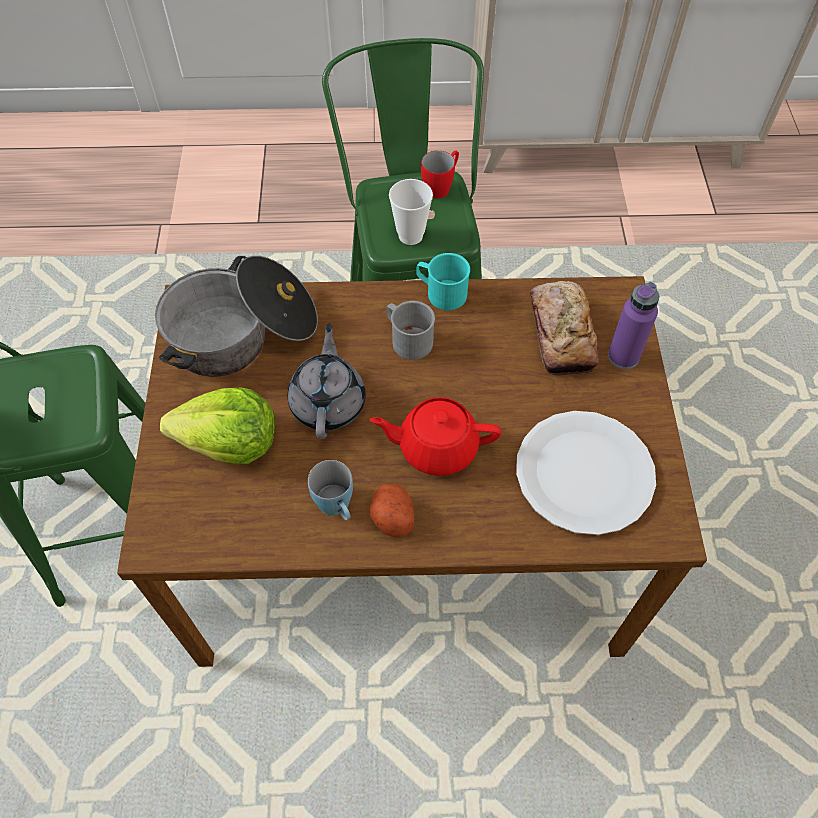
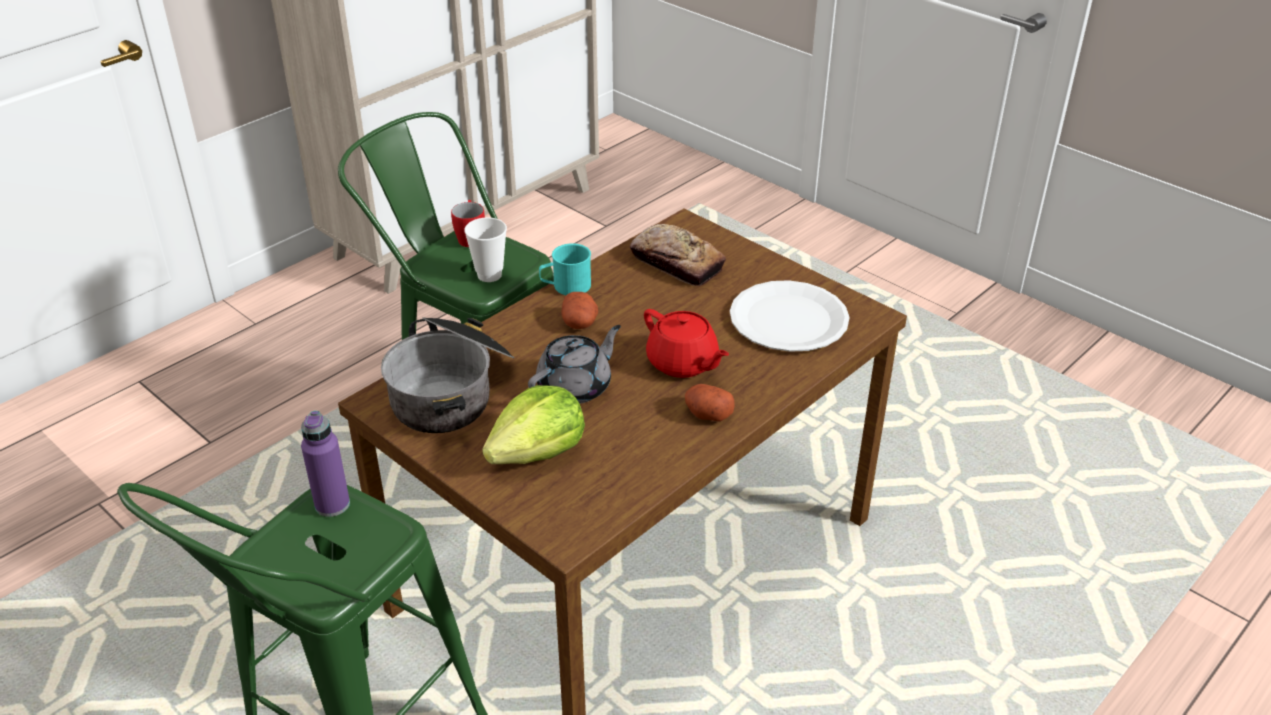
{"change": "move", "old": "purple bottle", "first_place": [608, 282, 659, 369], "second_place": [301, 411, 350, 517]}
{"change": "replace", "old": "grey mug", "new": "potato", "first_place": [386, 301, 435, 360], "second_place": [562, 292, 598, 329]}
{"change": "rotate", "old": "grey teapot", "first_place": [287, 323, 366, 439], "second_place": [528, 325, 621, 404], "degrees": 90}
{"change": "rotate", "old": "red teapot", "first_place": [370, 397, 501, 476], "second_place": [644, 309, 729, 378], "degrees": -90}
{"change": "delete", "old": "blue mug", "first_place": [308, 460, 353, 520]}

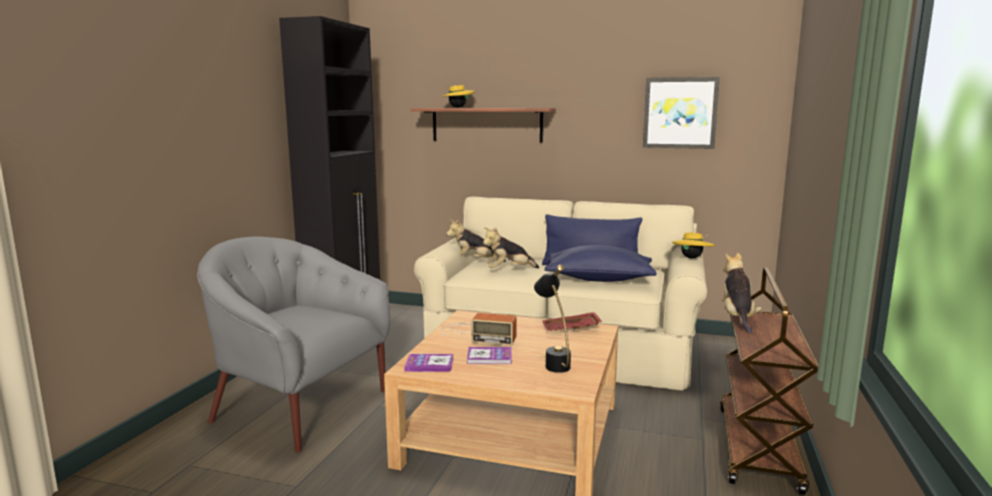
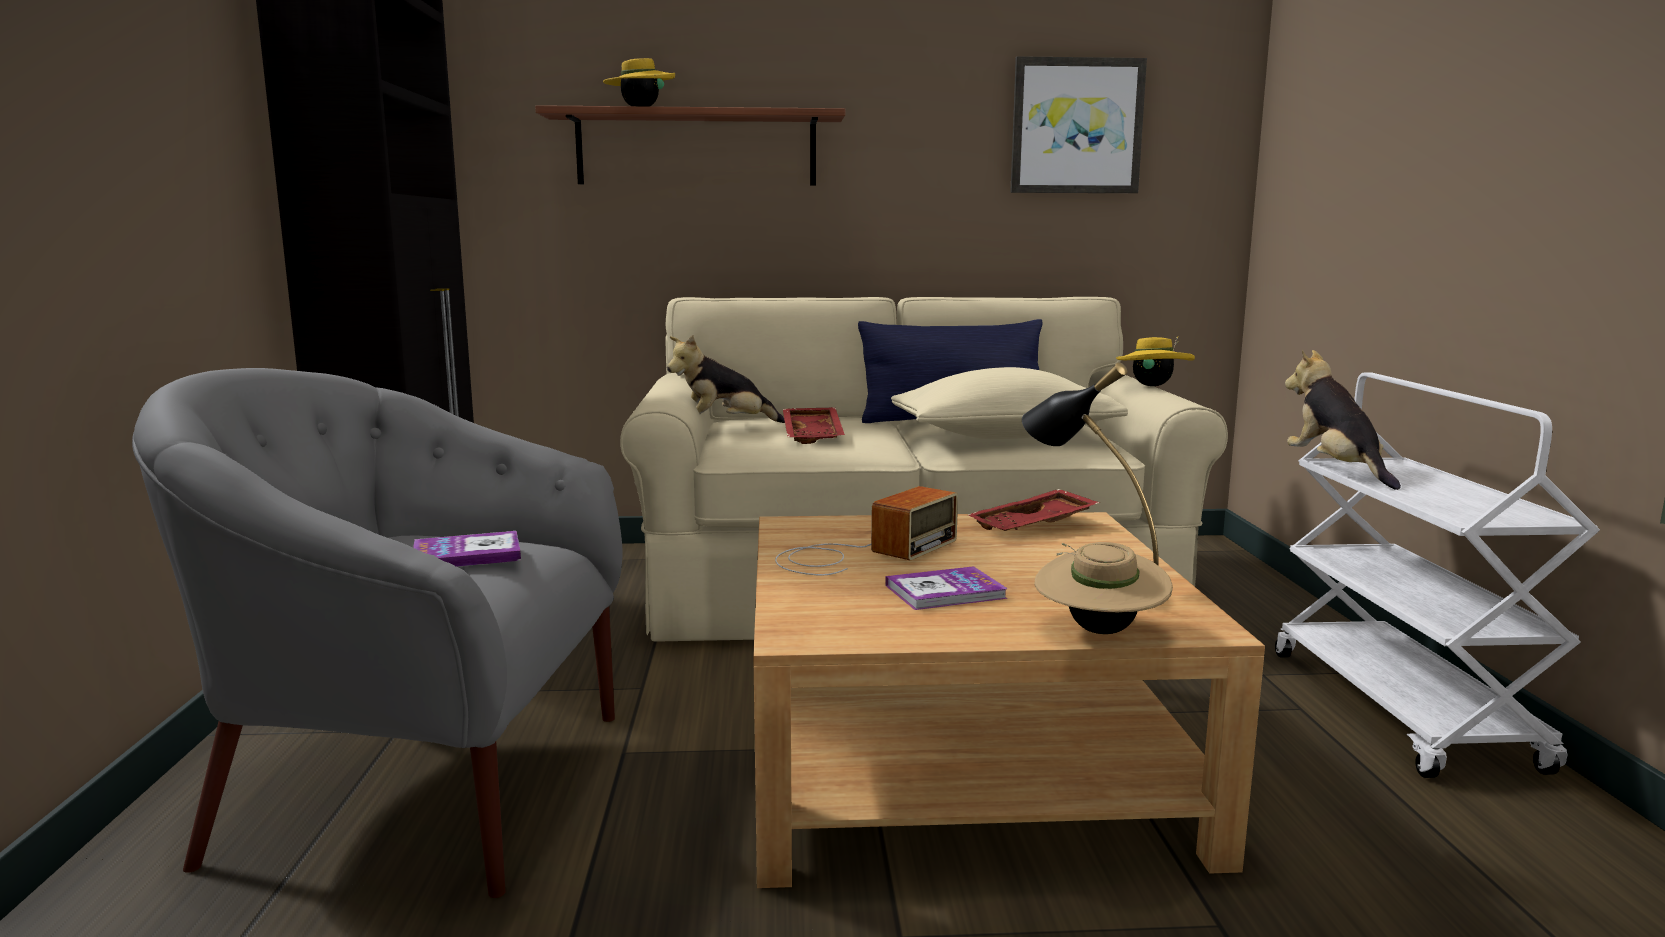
{"change": "replace", "old": "plush toy", "new": "red tray", "first_place": [483, 227, 539, 268], "second_place": [783, 407, 845, 444]}
{"change": "recolor", "old": "blue pillow", "new": "beige pillow", "first_place": [545, 245, 657, 282], "second_place": [891, 367, 1128, 439]}
{"change": "recolor", "old": "brown cart", "new": "white cart", "first_place": [720, 267, 818, 495], "second_place": [1275, 372, 1600, 778]}
{"change": "rotate", "old": "radio", "first_place": [441, 313, 517, 346], "second_place": [775, 486, 958, 576], "degrees": -45}
{"change": "move", "old": "book", "first_place": [404, 354, 454, 372], "second_place": [413, 531, 521, 567]}
{"change": "insert", "new": "beige hat", "second_place": [1035, 542, 1173, 634]}

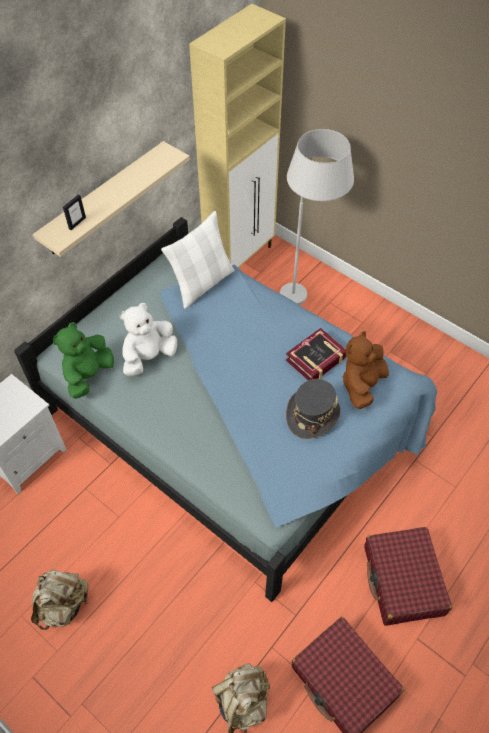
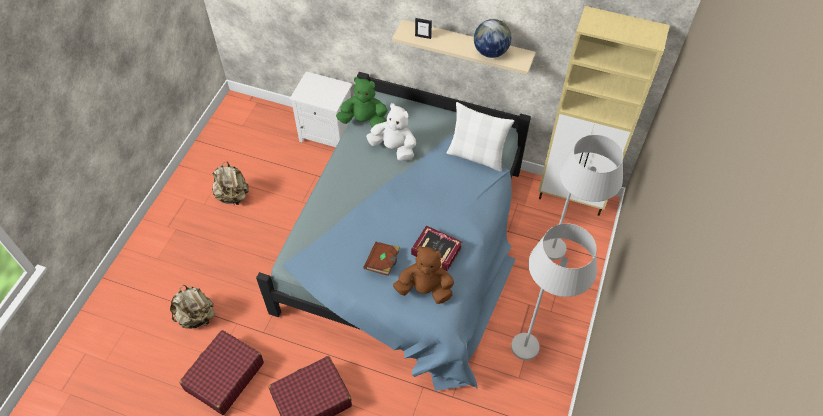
{"change": "replace", "old": "grey hat", "new": "brown book", "first_place": [286, 379, 341, 439], "second_place": [363, 242, 400, 276]}
{"change": "insert", "new": "globe", "second_place": [474, 19, 511, 58]}
{"change": "insert", "new": "white floor lamp", "second_place": [511, 223, 597, 360]}

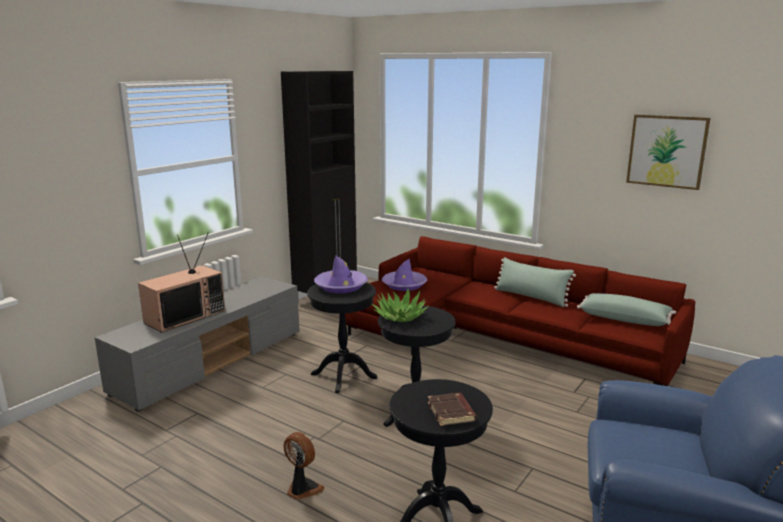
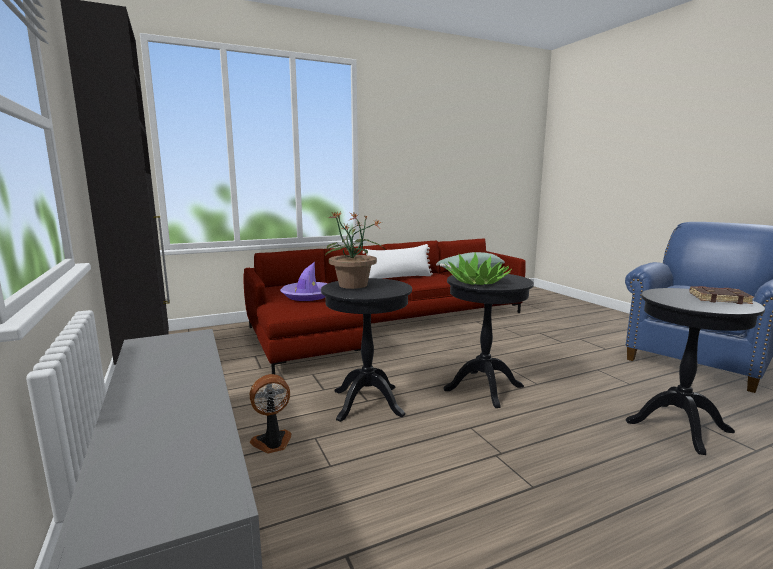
{"change": "delete", "old": "picture", "first_place": [626, 115, 711, 190]}
{"change": "delete", "old": "television", "first_place": [138, 234, 225, 333]}
{"change": "replace", "old": "purple hat", "new": "potted plant", "first_place": [314, 255, 368, 293], "second_place": [325, 211, 385, 289]}
{"change": "recolor", "old": "green pillow", "new": "white pillow", "first_place": [494, 257, 576, 307], "second_place": [362, 244, 433, 279]}
{"change": "move", "old": "fan", "first_place": [283, 432, 325, 500], "second_place": [250, 374, 292, 453]}

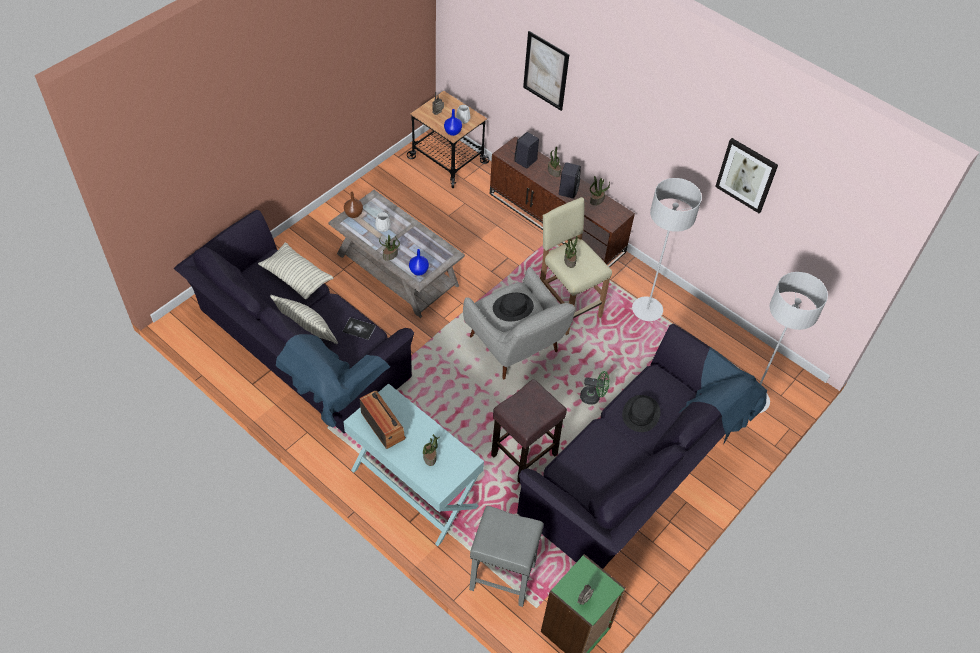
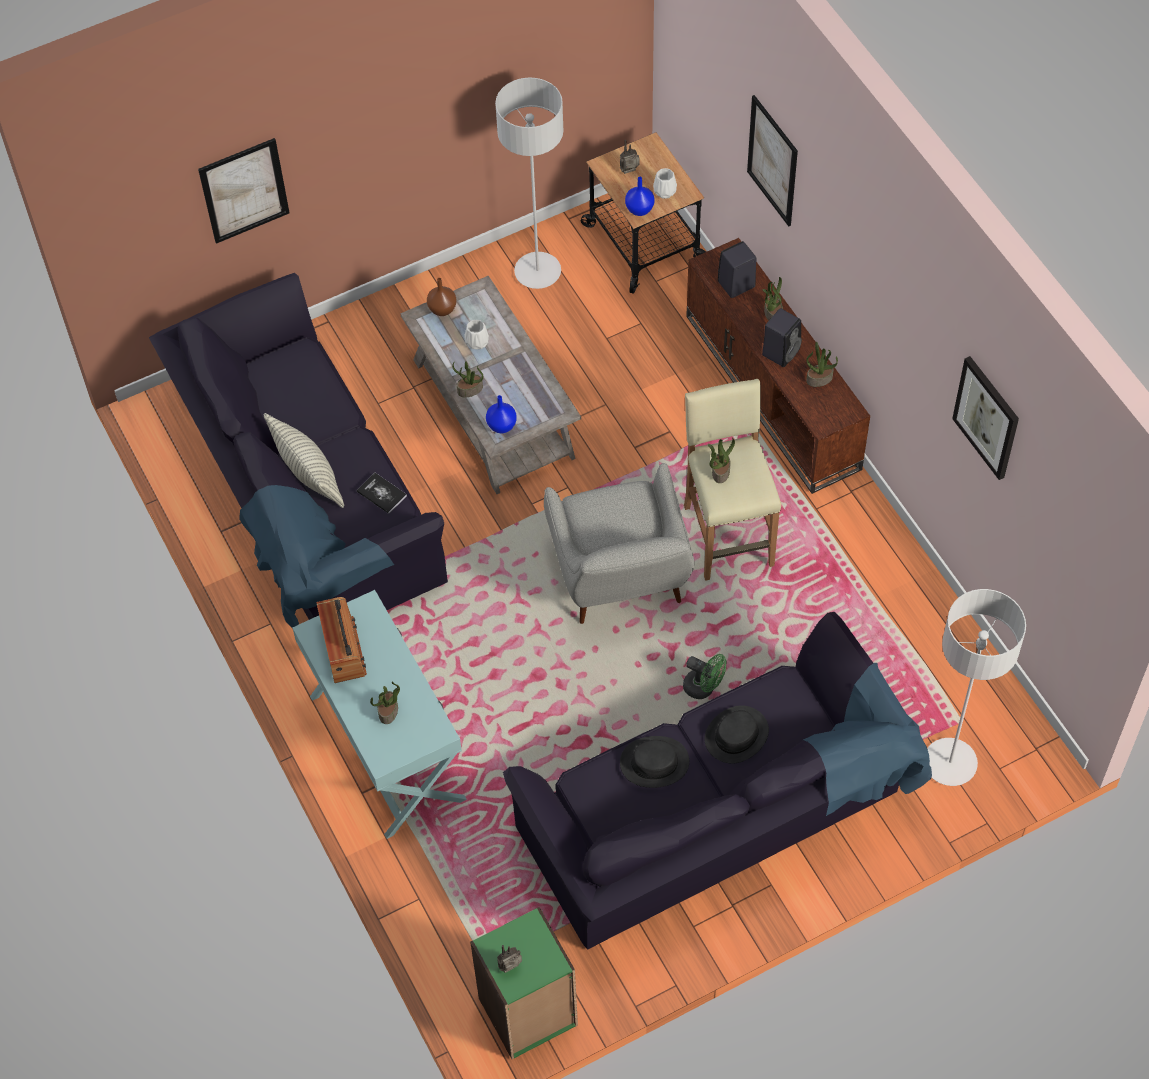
{"change": "move", "old": "grey floor lamp", "first_place": [632, 178, 702, 321], "second_place": [495, 78, 564, 289]}
{"change": "delete", "old": "pillow", "first_place": [258, 242, 334, 300]}
{"change": "move", "old": "black hat", "first_place": [493, 293, 534, 321], "second_place": [620, 736, 689, 788]}
{"change": "delete", "old": "brown stool", "first_place": [491, 379, 567, 483]}
{"change": "delete", "old": "grey stool", "first_place": [469, 506, 544, 607]}
{"change": "insert", "new": "picture", "second_place": [198, 138, 290, 244]}

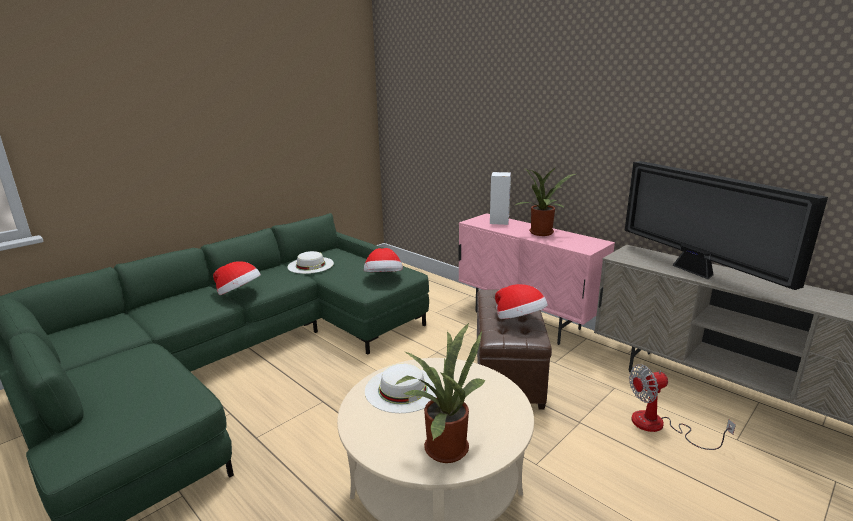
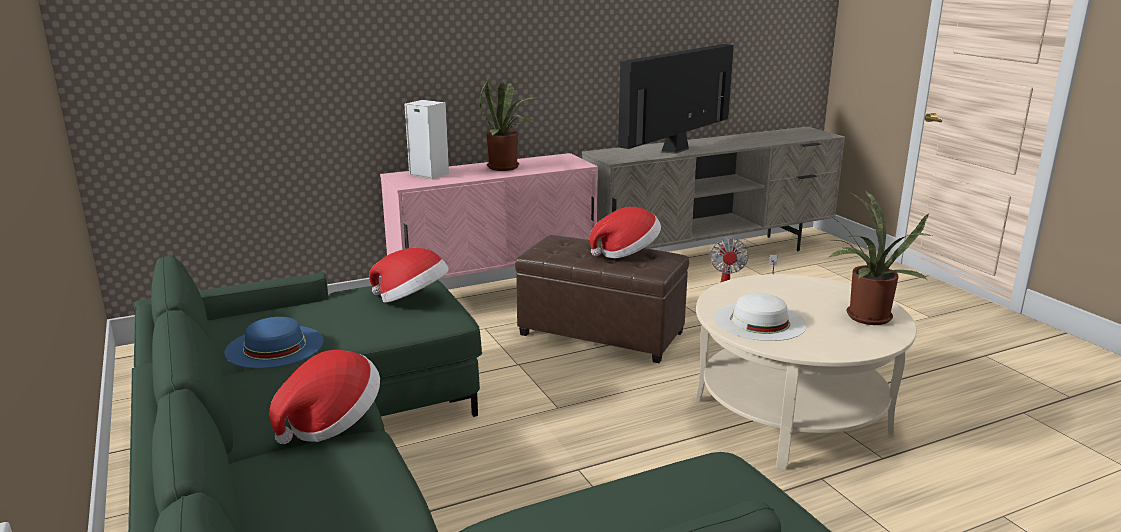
{"change": "rotate", "old": "television", "first_place": [625, 161, 828, 290], "second_place": [618, 44, 734, 154], "degrees": 135}
{"change": "recolor", "old": "white hat", "new": "blue hat", "first_place": [287, 251, 334, 274], "second_place": [224, 317, 324, 368]}

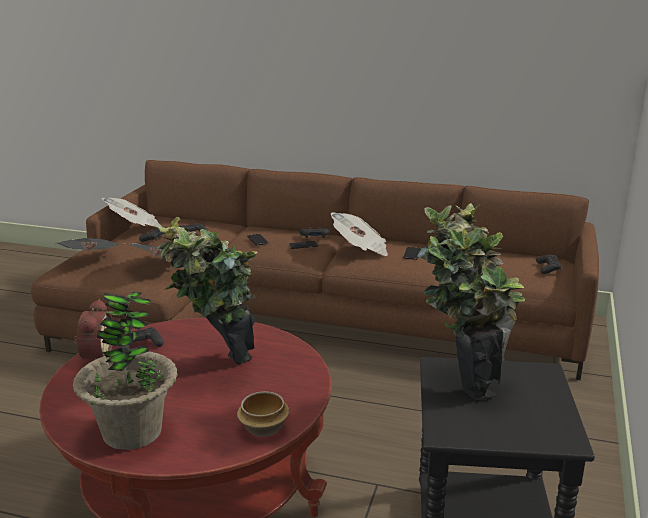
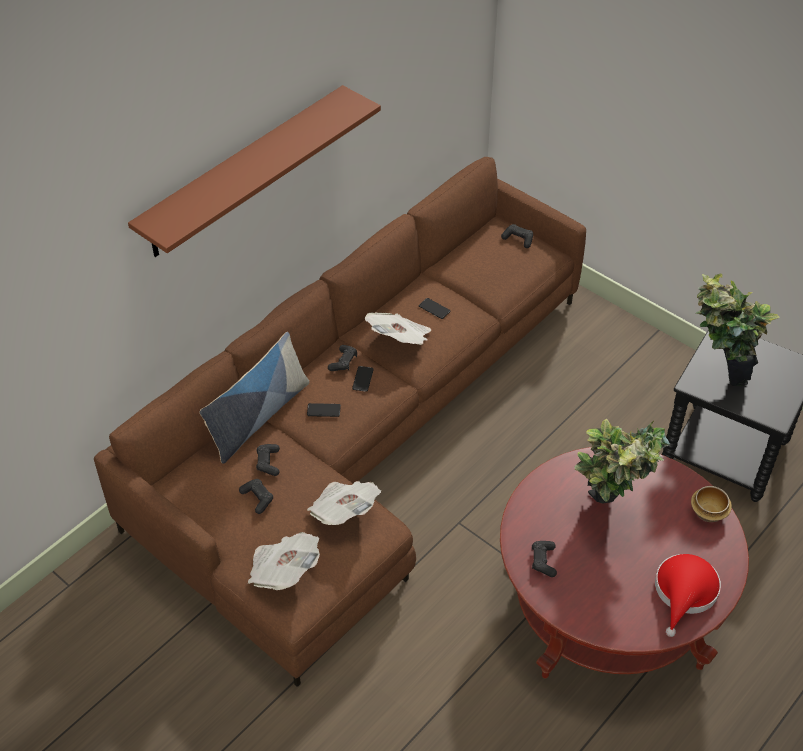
{"change": "delete", "old": "newspaper", "first_place": [102, 198, 161, 227]}
{"change": "replace", "old": "potted plant", "new": "red hat", "first_place": [73, 292, 178, 450], "second_place": [655, 554, 721, 637]}
{"change": "delete", "old": "alarm clock", "first_place": [74, 299, 113, 360]}
{"change": "insert", "new": "brown shelf", "second_place": [128, 85, 381, 257]}
{"change": "insert", "new": "pillow", "second_place": [199, 332, 309, 464]}

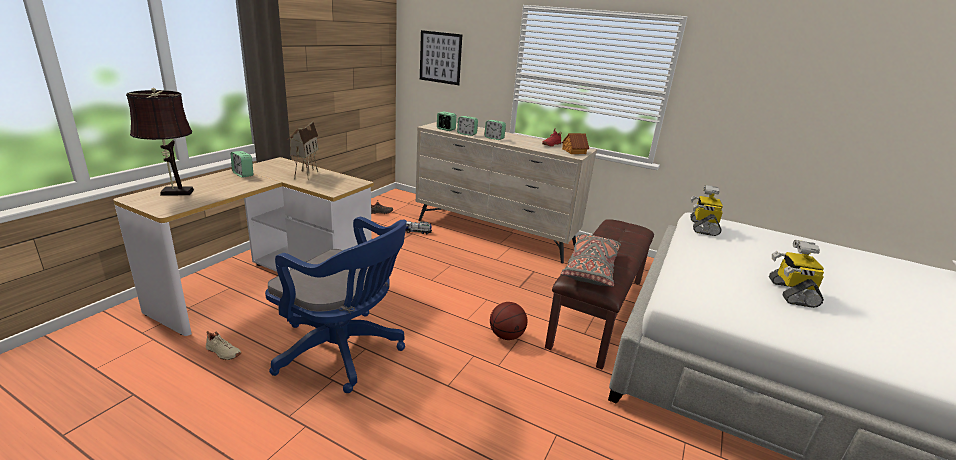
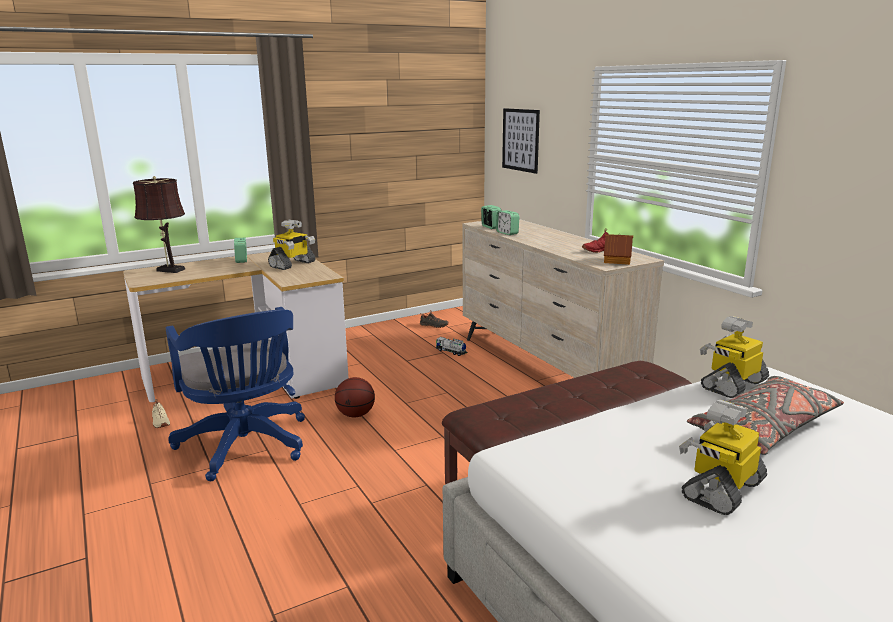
{"change": "delete", "old": "alarm clock", "first_place": [484, 120, 506, 140]}
{"change": "replace", "old": "toy house", "new": "toy robot", "first_place": [287, 121, 319, 180], "second_place": [268, 219, 316, 270]}
{"change": "move", "old": "grey pillow", "first_place": [561, 234, 621, 287], "second_place": [687, 376, 844, 455]}
{"change": "move", "old": "basketball", "first_place": [490, 302, 527, 340], "second_place": [335, 377, 375, 417]}

